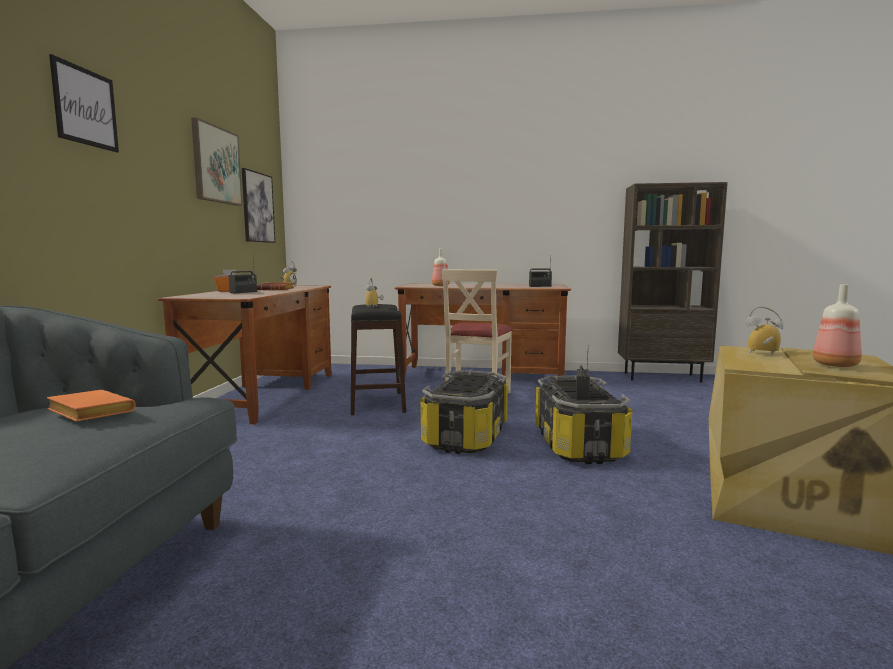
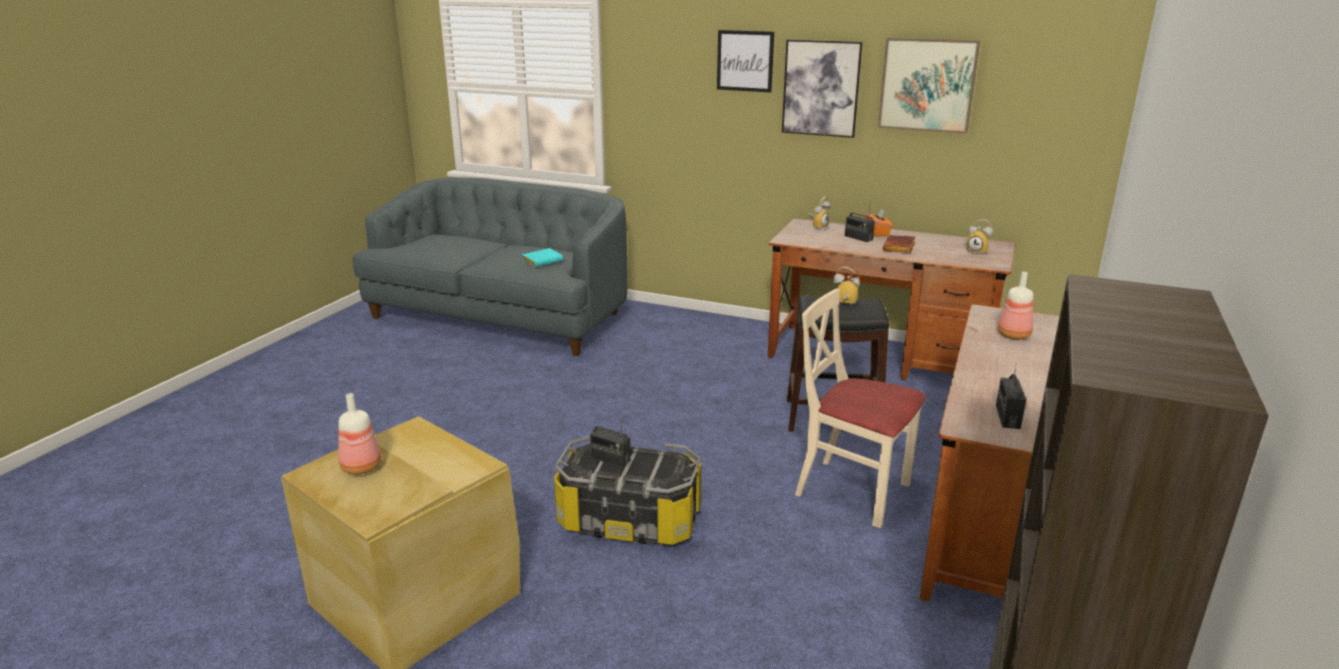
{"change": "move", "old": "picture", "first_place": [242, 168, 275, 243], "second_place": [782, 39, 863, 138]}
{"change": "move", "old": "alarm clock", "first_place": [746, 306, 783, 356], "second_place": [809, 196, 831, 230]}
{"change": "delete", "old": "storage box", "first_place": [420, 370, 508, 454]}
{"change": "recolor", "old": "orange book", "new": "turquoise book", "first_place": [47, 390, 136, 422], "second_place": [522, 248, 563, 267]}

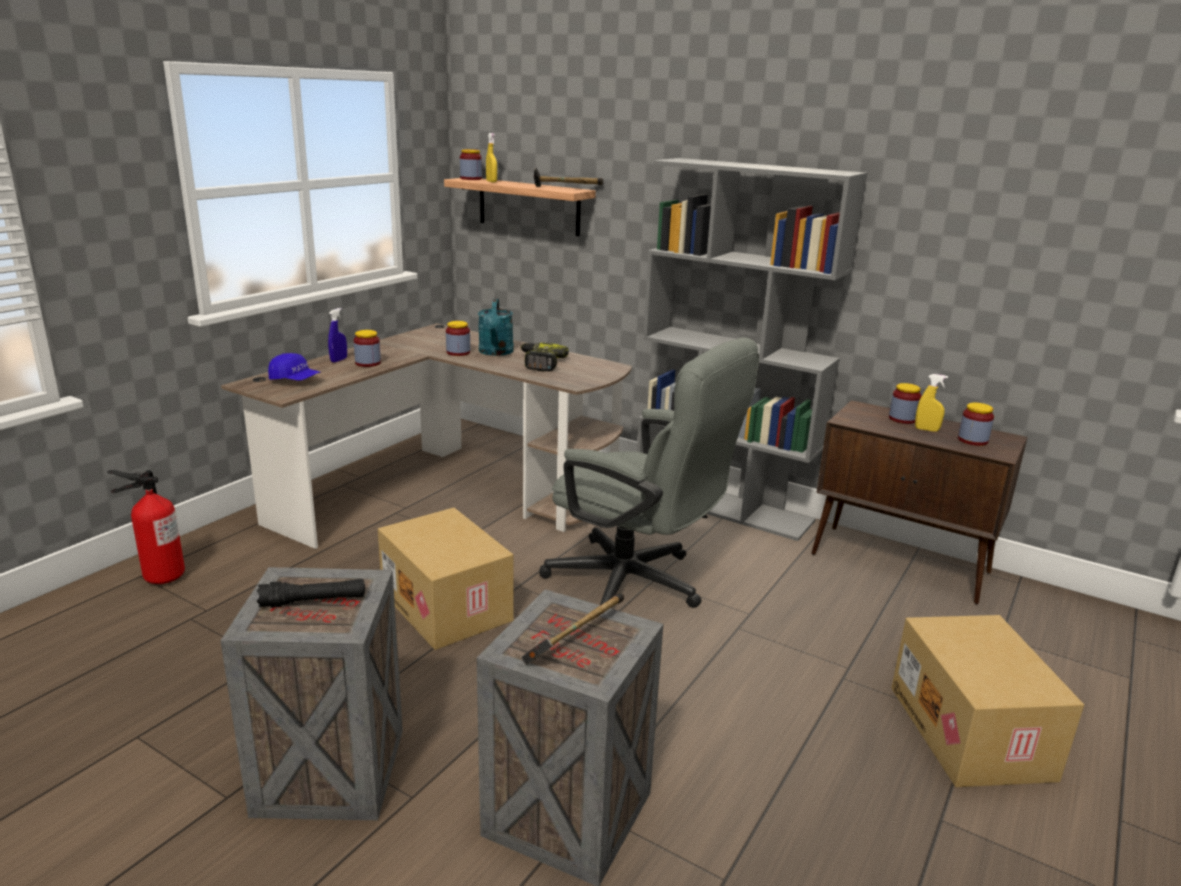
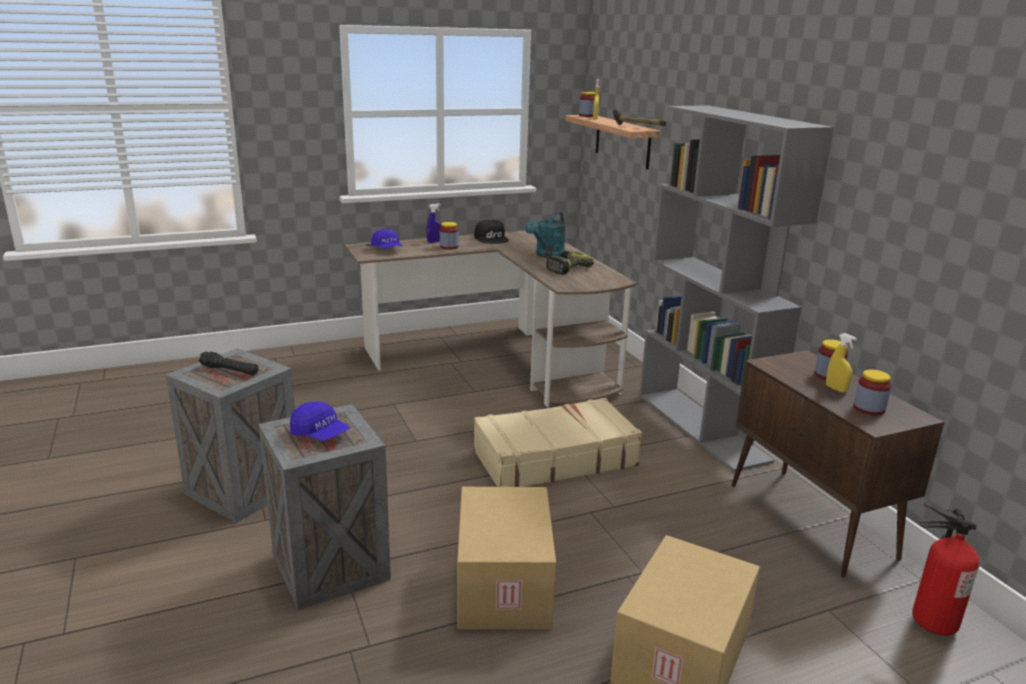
{"change": "delete", "old": "jar", "first_place": [446, 321, 470, 356]}
{"change": "replace", "old": "grey office chair", "new": "beige suitcase", "first_place": [539, 338, 759, 608], "second_place": [474, 398, 642, 487]}
{"change": "move", "old": "fire extinguisher", "first_place": [108, 470, 185, 584], "second_place": [912, 502, 979, 636]}
{"change": "move", "old": "cardboard box", "first_place": [378, 508, 514, 650], "second_place": [457, 487, 556, 629]}
{"change": "replace", "old": "hammer", "new": "blue cap", "first_place": [521, 593, 624, 665], "second_place": [290, 402, 350, 441]}
{"change": "insert", "new": "black cap", "second_place": [474, 219, 509, 244]}

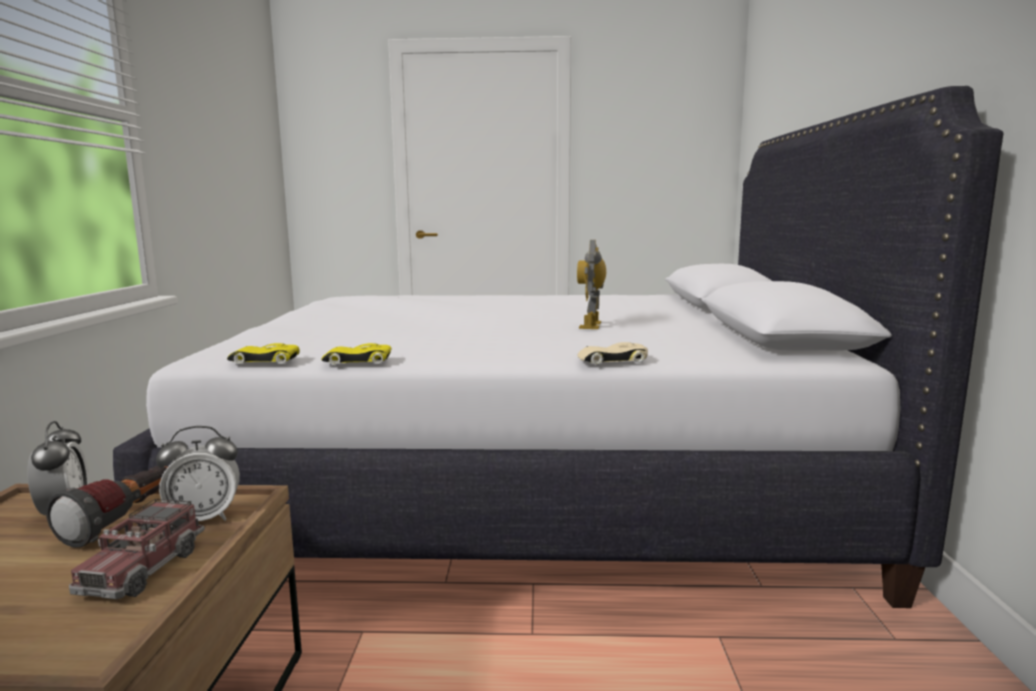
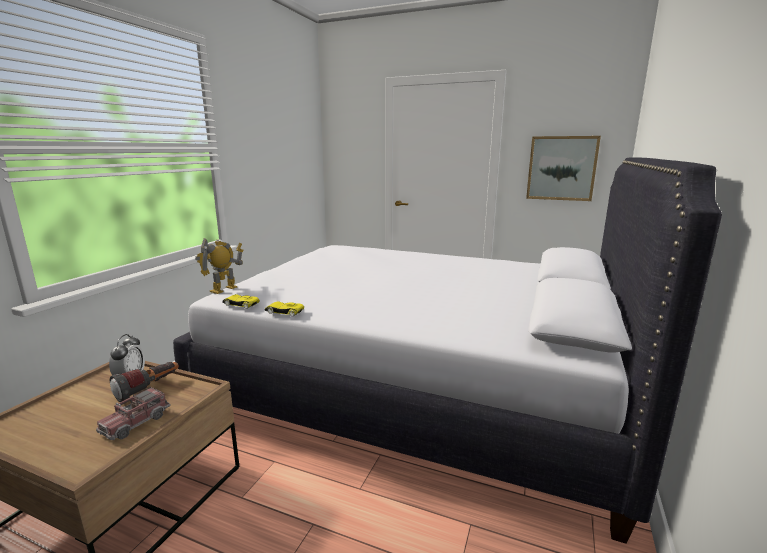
{"change": "move", "old": "toy robot", "first_place": [577, 240, 606, 329], "second_place": [195, 238, 243, 294]}
{"change": "delete", "old": "beige toy car", "first_place": [578, 342, 648, 365]}
{"change": "delete", "old": "alarm clock", "first_place": [156, 426, 240, 521]}
{"change": "insert", "new": "picture", "second_place": [526, 136, 601, 201]}

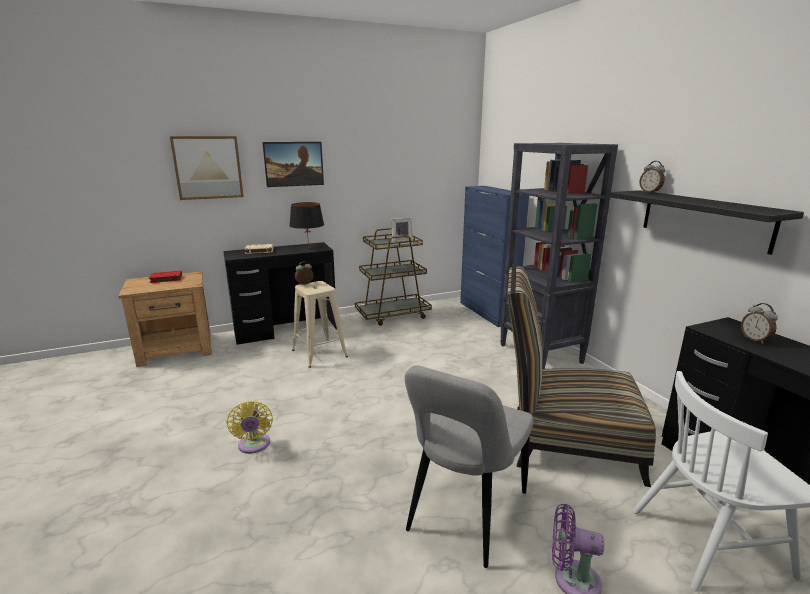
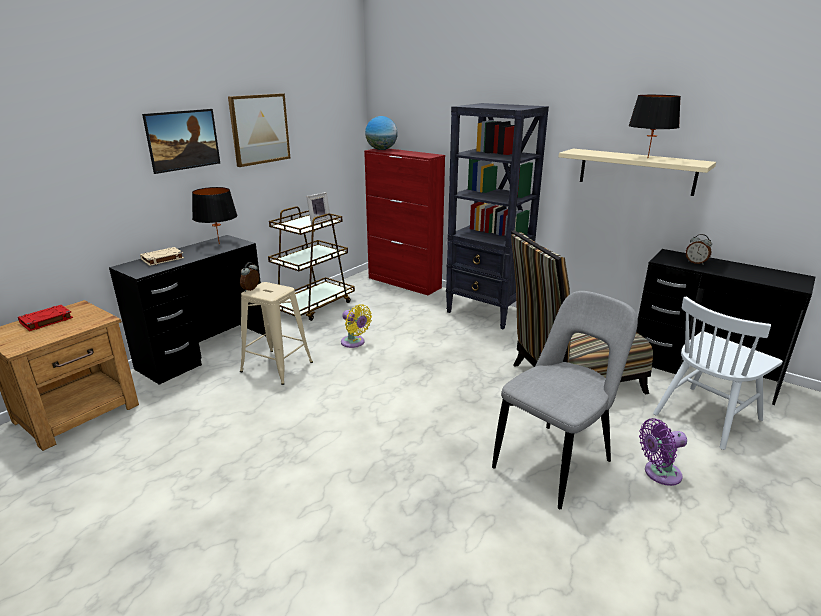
{"change": "move", "old": "picture", "first_place": [170, 136, 244, 200], "second_place": [228, 93, 290, 167]}
{"change": "delete", "old": "alarm clock", "first_place": [639, 161, 665, 193]}
{"change": "recolor", "old": "blue cabinet", "new": "red cabinet", "first_place": [460, 186, 529, 327], "second_place": [364, 149, 445, 295]}
{"change": "recolor", "old": "black shelf", "new": "beige shelf", "first_place": [609, 190, 804, 255], "second_place": [559, 149, 716, 196]}
{"change": "rotate", "old": "grey chair", "first_place": [405, 365, 533, 568], "second_place": [492, 291, 638, 509], "degrees": -135}
{"change": "move", "old": "yellow fan", "first_place": [226, 401, 273, 454], "second_place": [341, 304, 372, 348]}
{"change": "insert", "new": "black table lamp", "second_place": [628, 95, 681, 157]}
{"change": "insert", "new": "globe", "second_place": [365, 116, 398, 150]}

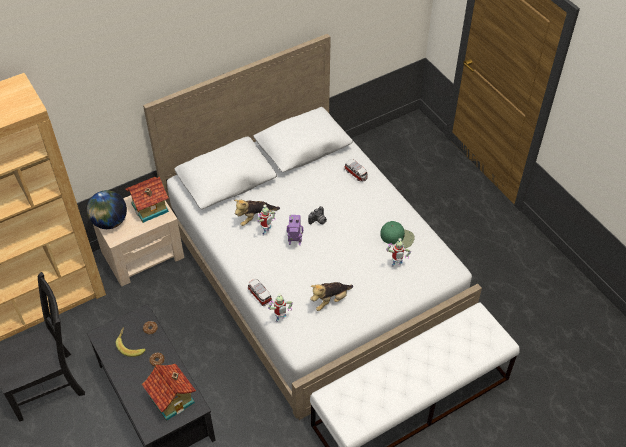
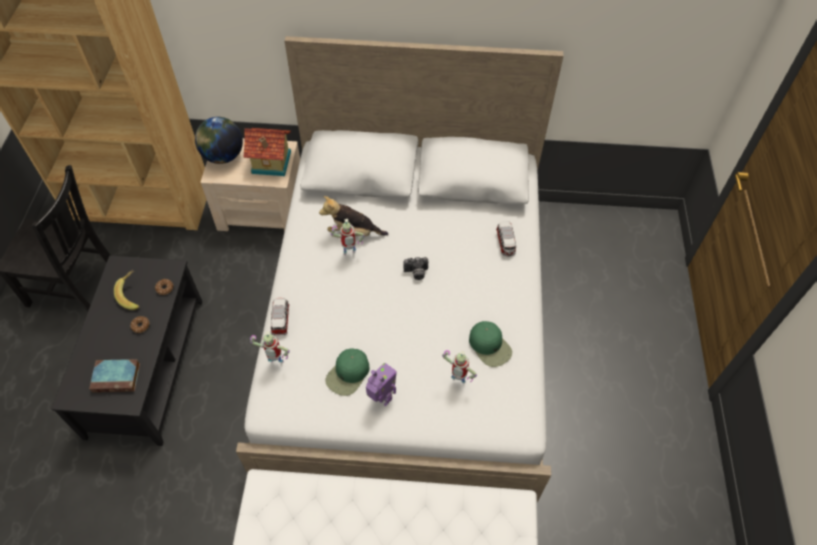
{"change": "move", "old": "toy robot", "first_place": [287, 215, 303, 245], "second_place": [366, 363, 397, 406]}
{"change": "replace", "old": "plush toy", "new": "green cap", "first_place": [310, 282, 353, 311], "second_place": [325, 348, 370, 396]}
{"change": "replace", "old": "toy house", "new": "book", "first_place": [142, 364, 196, 421], "second_place": [89, 359, 140, 392]}

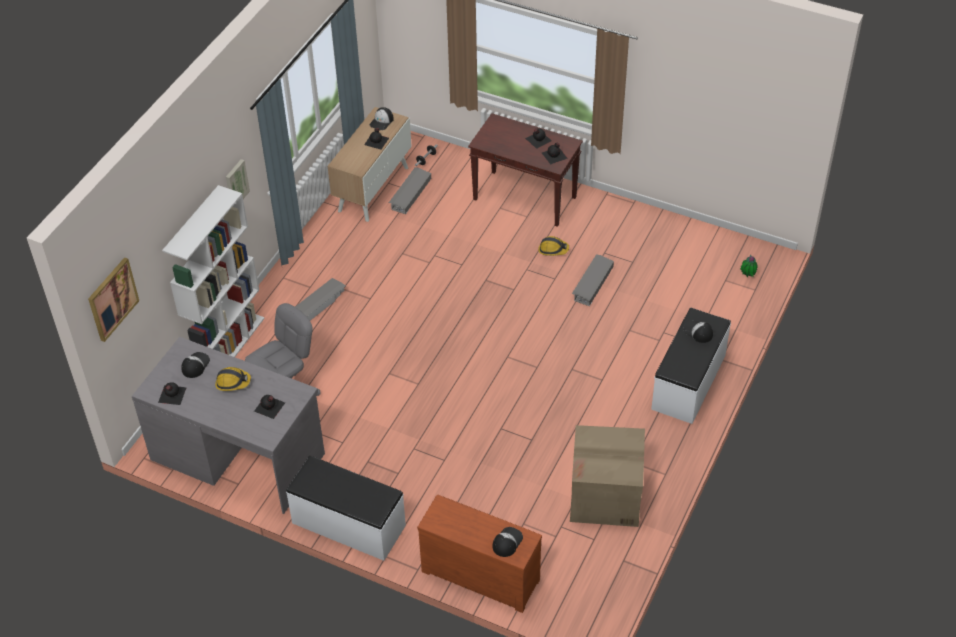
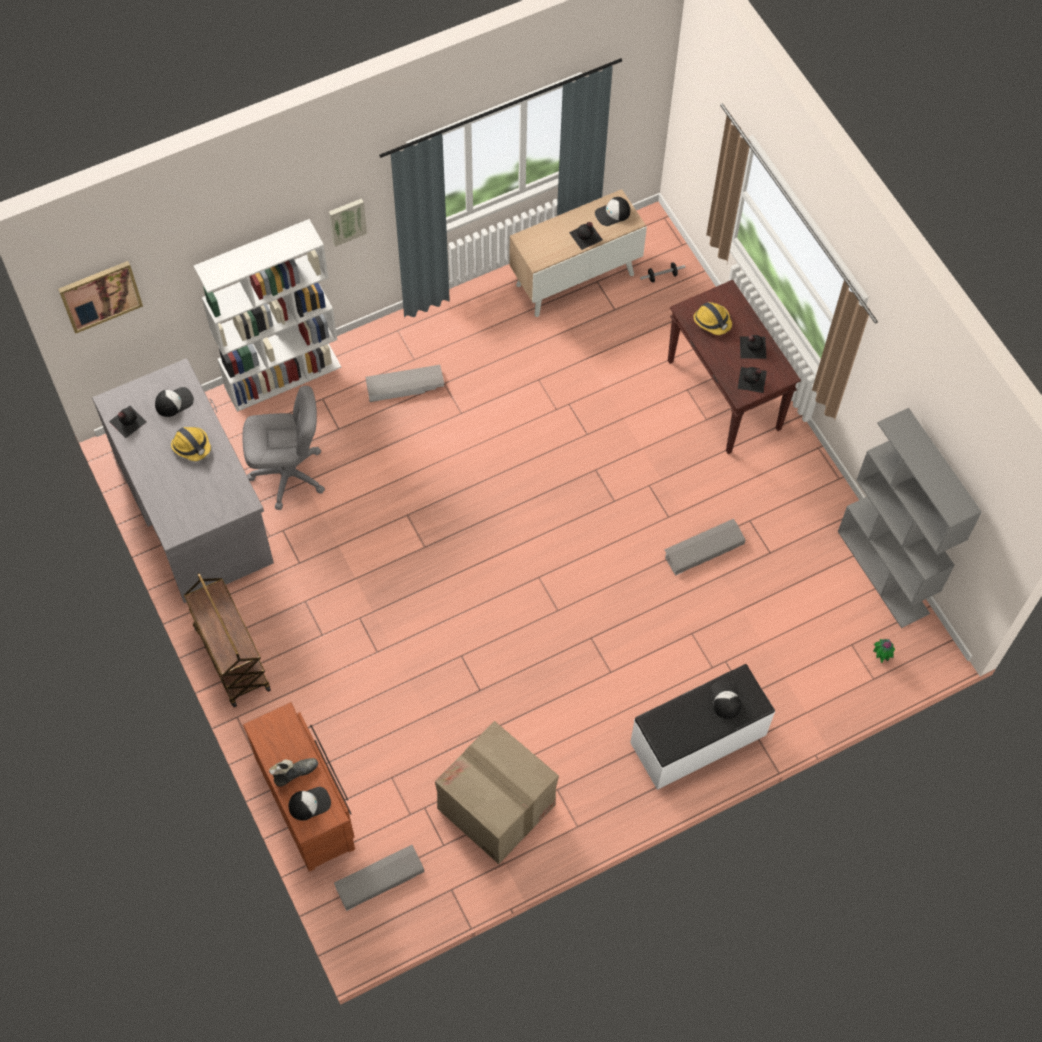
{"change": "move", "old": "grey storage box", "first_place": [389, 167, 431, 214], "second_place": [334, 844, 425, 911]}
{"change": "move", "old": "hard hat", "first_place": [538, 236, 569, 256], "second_place": [693, 302, 732, 335]}
{"change": "delete", "old": "black bottle", "first_place": [254, 395, 285, 419]}
{"change": "replace", "old": "white bench", "new": "brown cart", "first_place": [286, 456, 406, 561], "second_place": [184, 573, 271, 707]}
{"change": "insert", "new": "grey bookcase", "second_place": [838, 408, 982, 628]}
{"change": "insert", "new": "black boot", "second_place": [269, 758, 318, 787]}

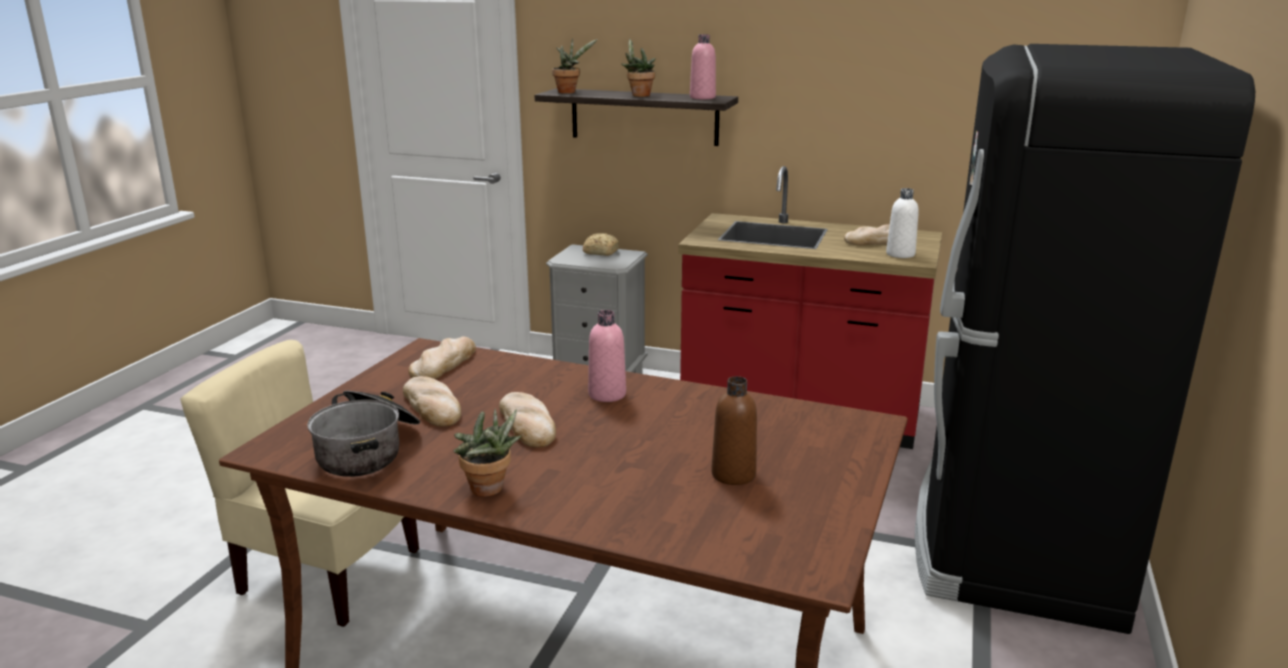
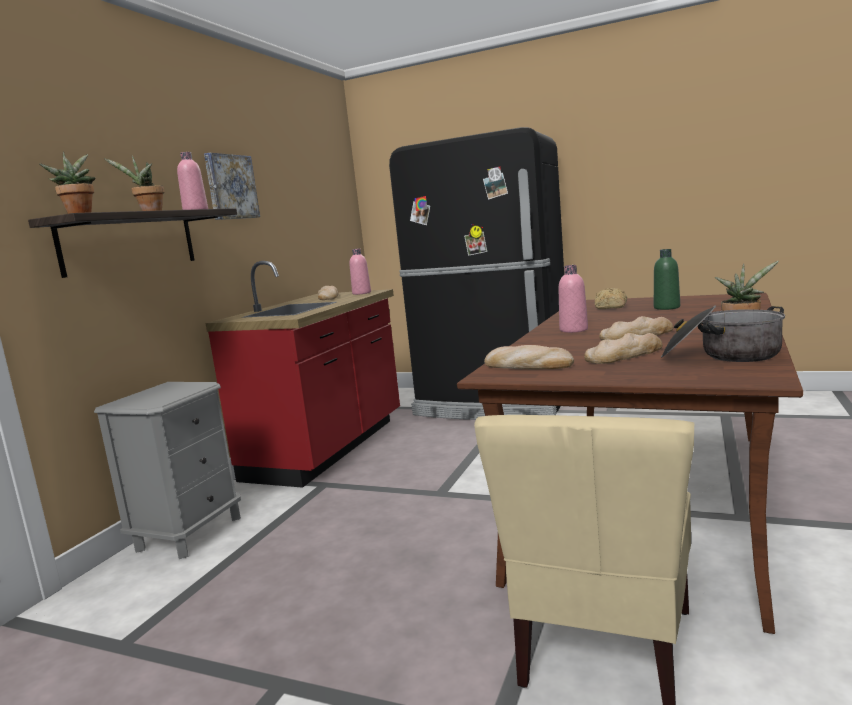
{"change": "recolor", "old": "white bottle", "new": "pink bottle", "first_place": [886, 188, 919, 258], "second_place": [350, 248, 371, 295]}
{"change": "move", "old": "bread", "first_place": [583, 233, 619, 256], "second_place": [595, 288, 627, 309]}
{"change": "recolor", "old": "brown bottle", "new": "green bottle", "first_place": [711, 376, 757, 485], "second_place": [654, 249, 680, 310]}
{"change": "insert", "new": "picture", "second_place": [204, 153, 260, 220]}

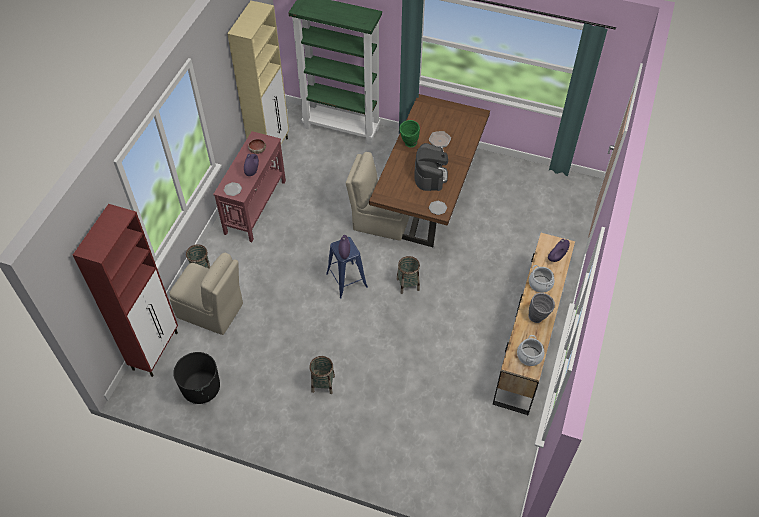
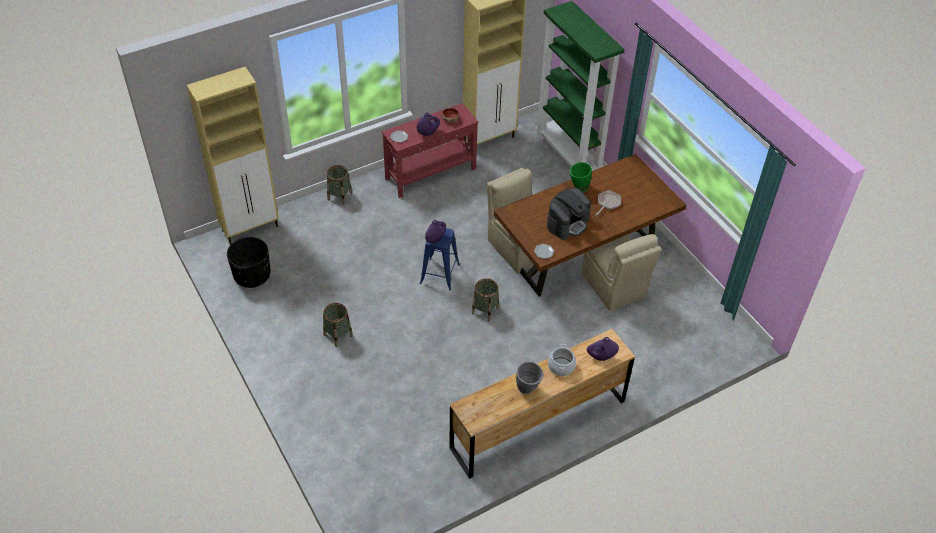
{"change": "recolor", "old": "red cabinet", "new": "beige cabinet", "first_place": [73, 204, 178, 377], "second_place": [187, 67, 279, 245]}
{"change": "move", "old": "beige chair", "first_place": [169, 253, 243, 335], "second_place": [582, 234, 662, 311]}
{"change": "delete", "old": "cooking pot", "first_place": [517, 335, 544, 366]}

